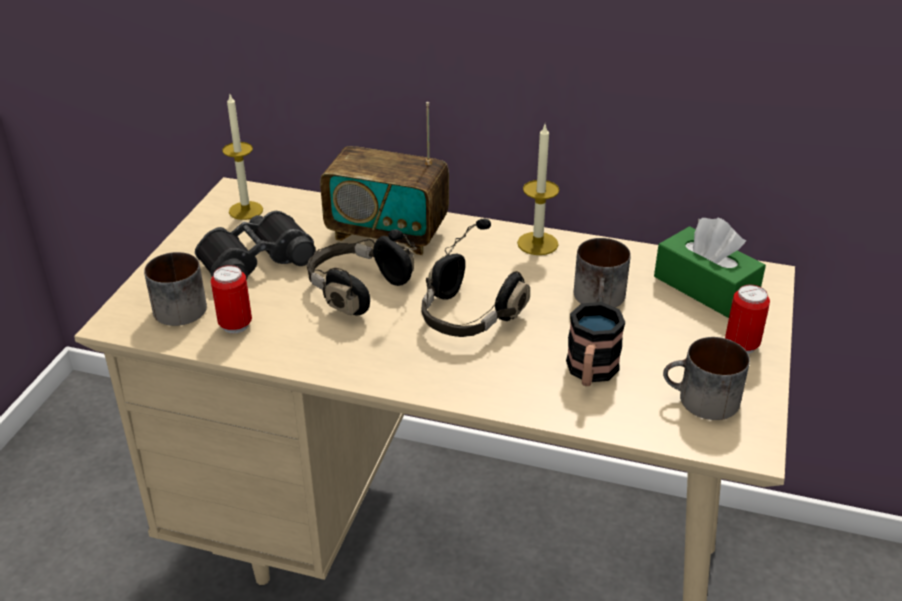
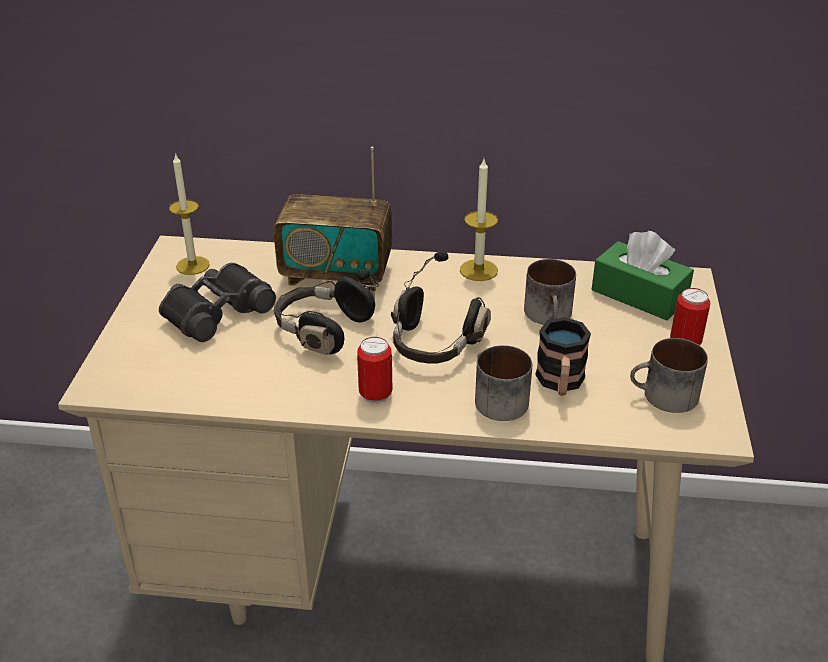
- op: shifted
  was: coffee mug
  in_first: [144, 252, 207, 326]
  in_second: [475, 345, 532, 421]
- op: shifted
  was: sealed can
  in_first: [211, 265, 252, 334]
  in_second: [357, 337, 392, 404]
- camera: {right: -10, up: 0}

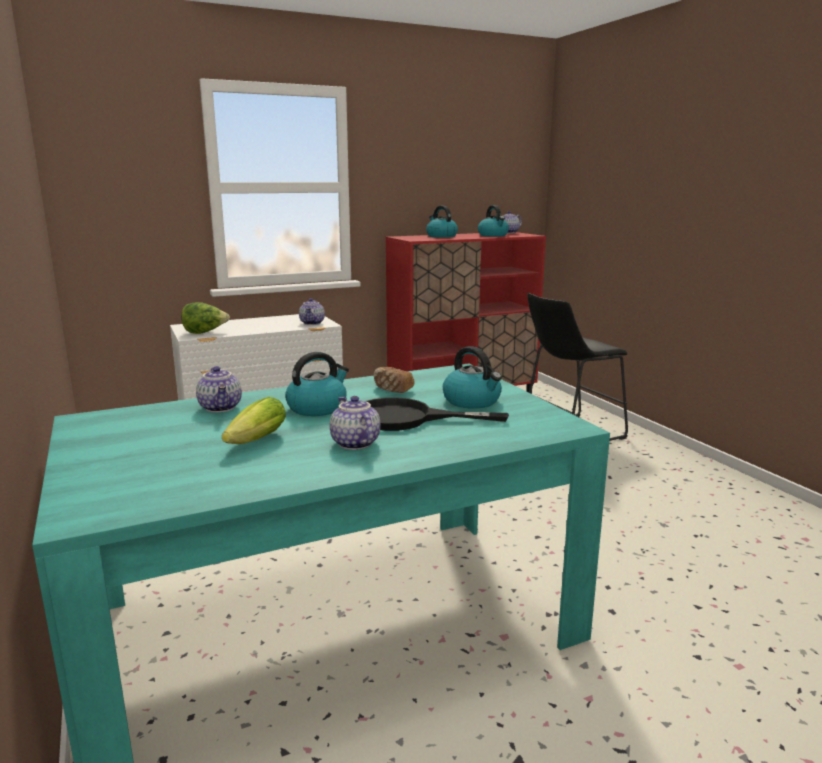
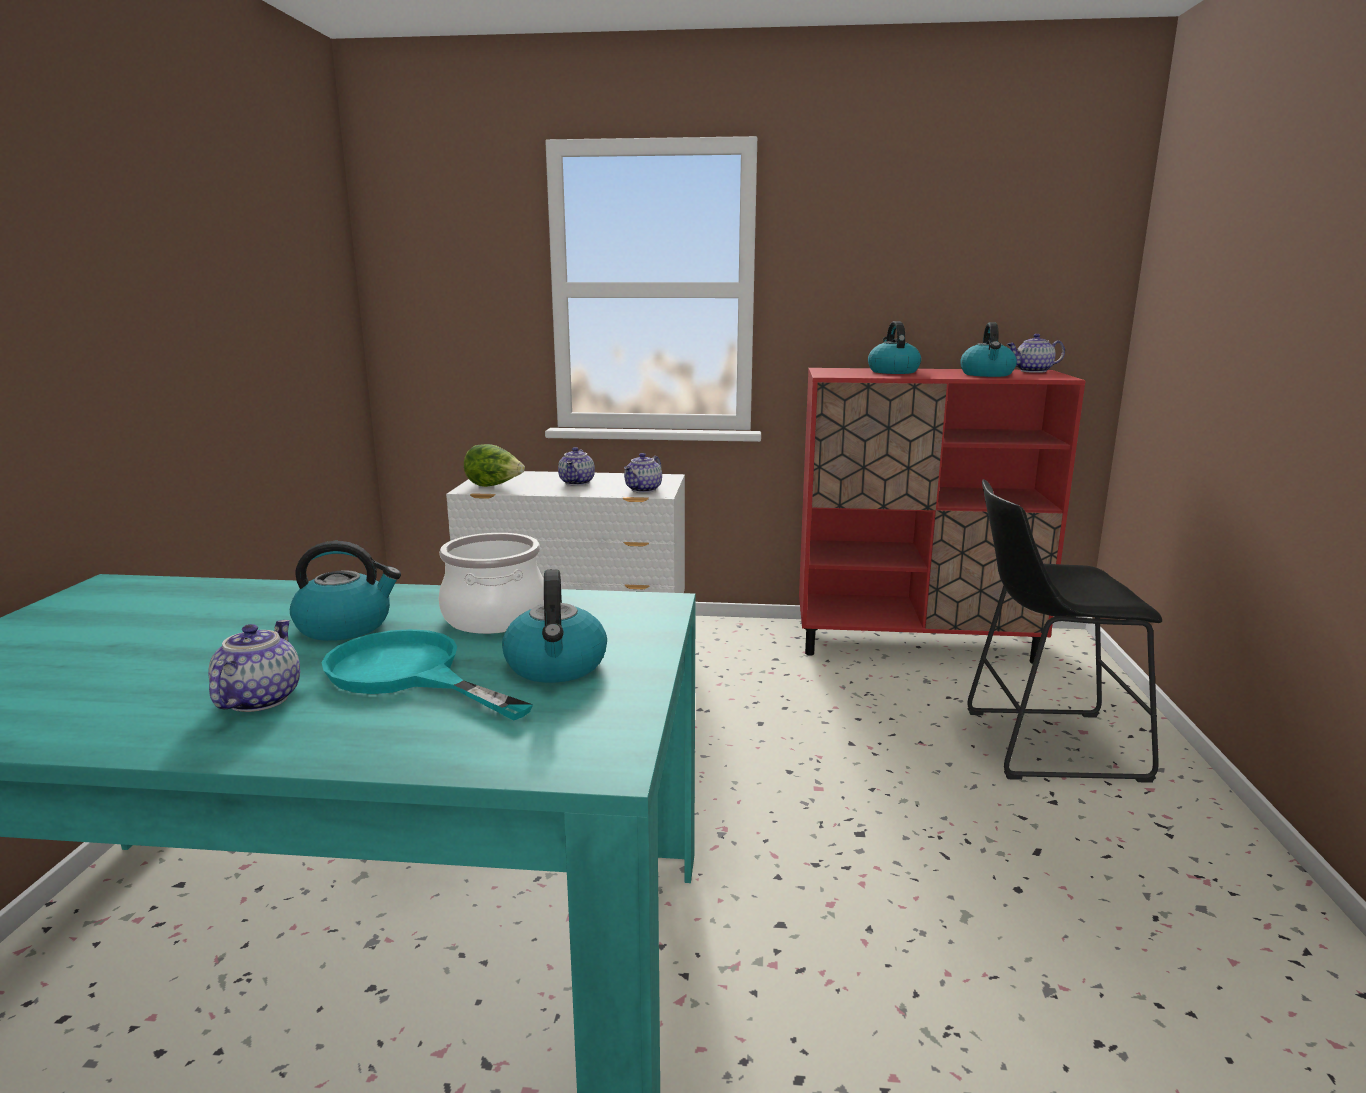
- op: shifted
  was: teapot
  in_first: [196, 366, 242, 413]
  in_second: [558, 447, 595, 486]
- op: gone
  was: head of lettuce
  in_first: [222, 397, 286, 444]
- op: repainted
  was: black frying pan
  now: blue-green frying pan
  in_first: [365, 397, 509, 431]
  in_second: [322, 629, 533, 721]
- op: swapped
  was: baked bread
  now: stockpot
  in_first: [374, 367, 415, 393]
  in_second: [439, 533, 544, 634]
- camera: {right: 30, up: 0}

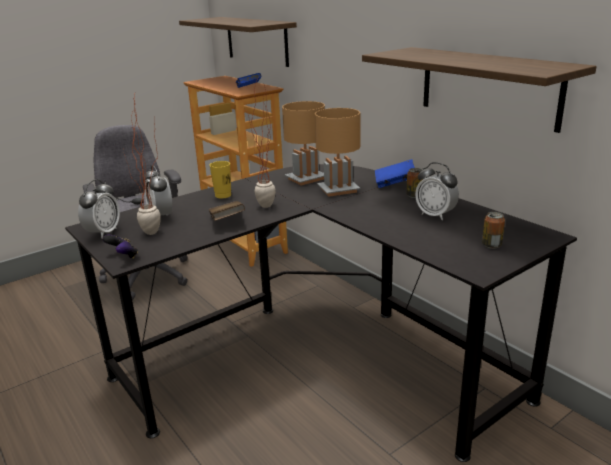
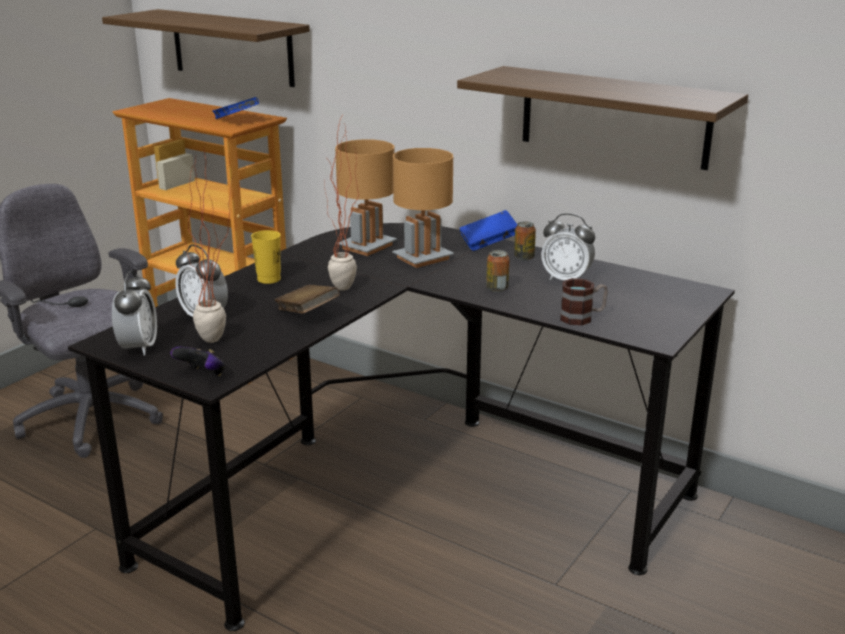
- op: shifted
  was: sealed can
  in_first: [482, 212, 505, 249]
  in_second: [486, 250, 510, 292]
- op: new
  now: coffee mug
  in_second: [560, 278, 608, 325]
- camera: {right: -20, up: 0}

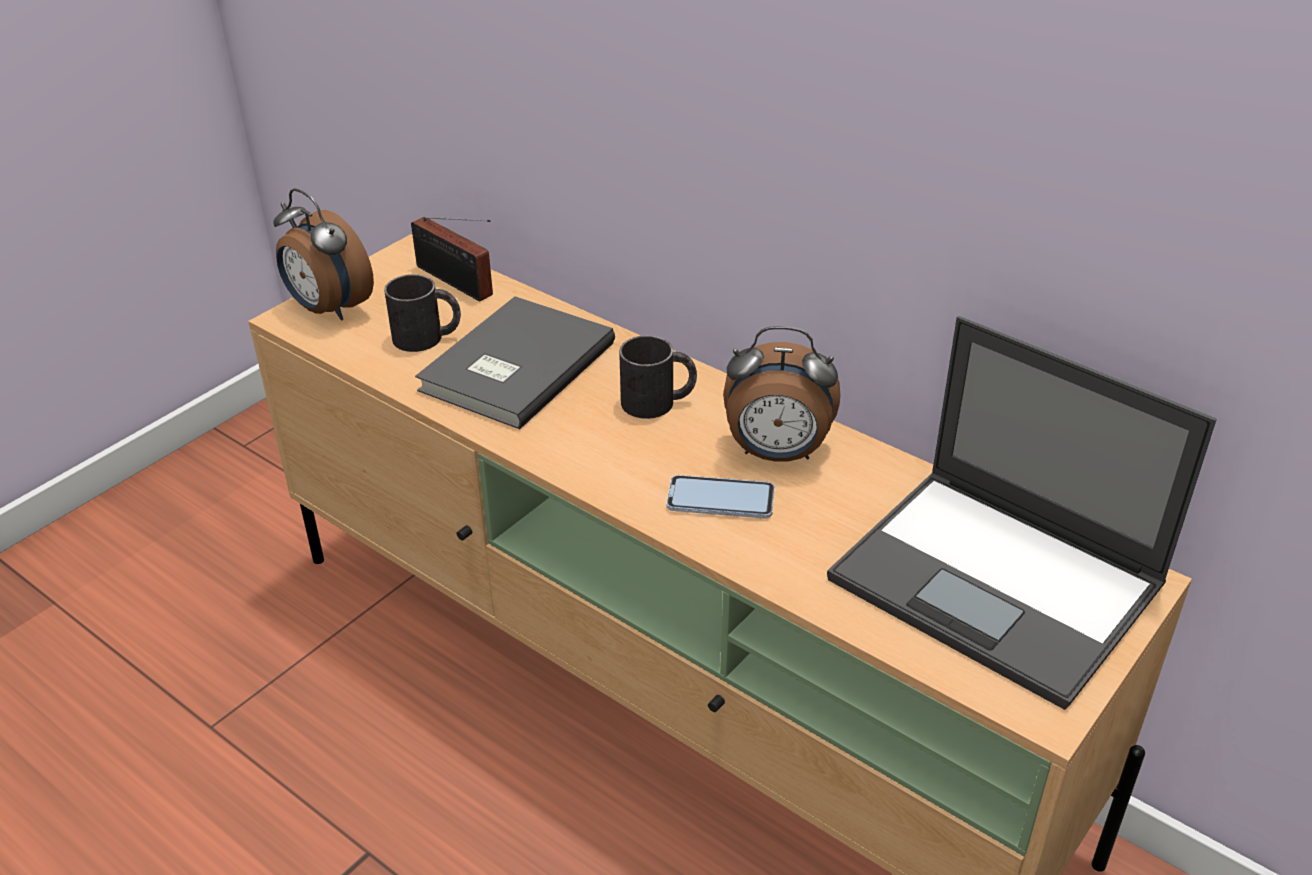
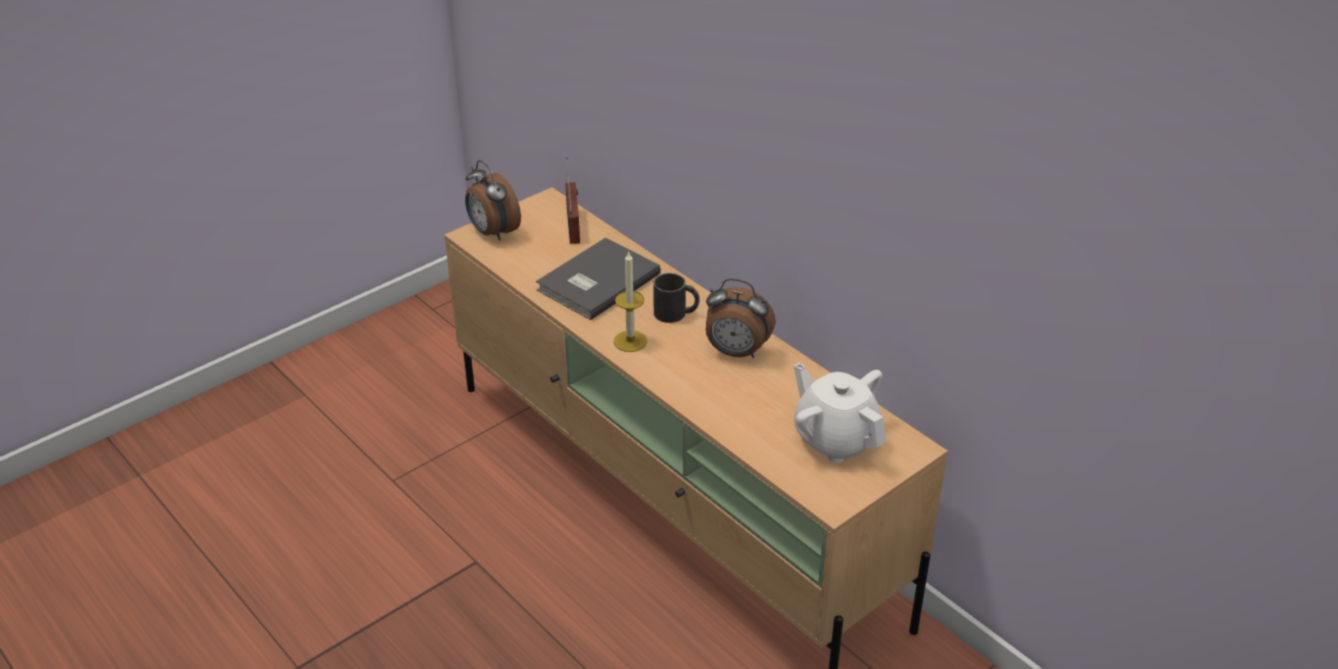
- op: gone
  was: black coffee mug
  in_first: [384, 274, 461, 352]
- op: rotated
  was: radio
  in_first: [411, 217, 493, 301]
  in_second: [565, 157, 580, 244]
  clockwise: -150
- op: gone
  was: handset
  in_first: [666, 475, 775, 518]
- op: swapped
  was: laptop
  now: white-coloured teapot
  in_first: [827, 316, 1217, 710]
  in_second: [794, 363, 886, 463]
- op: new
  now: wax light
  in_second: [614, 251, 648, 352]
- camera: {right: 10, up: 0}

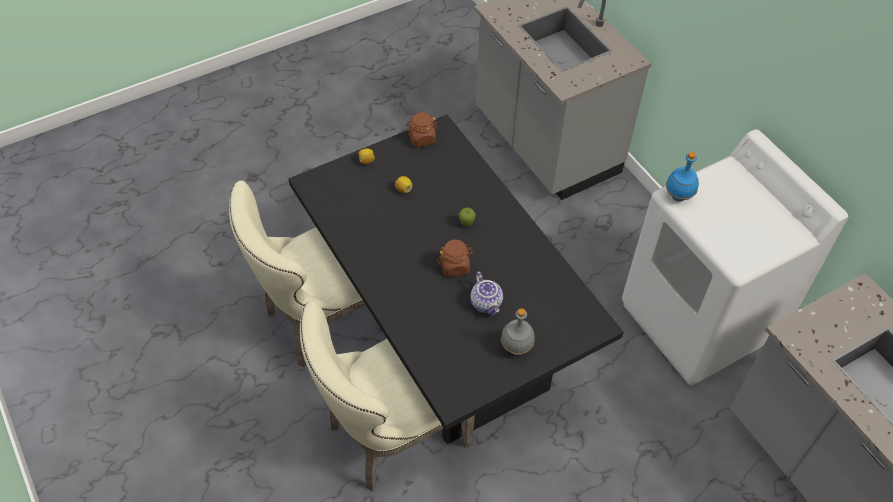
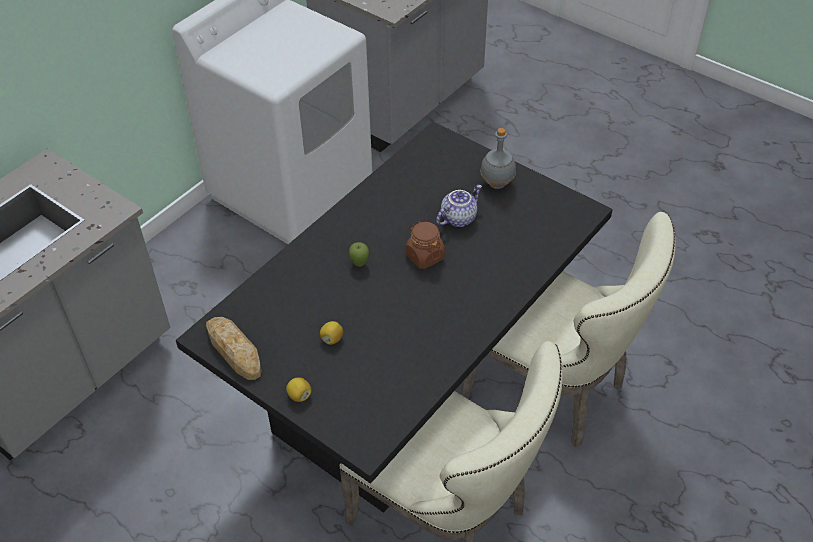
- op: swapped
  was: brown-coloured preserve jar
  now: baked bread
  in_first: [406, 112, 438, 147]
  in_second: [206, 317, 262, 380]
- op: gone
  was: blue beverage bottle
  in_first: [666, 152, 699, 202]
- camera: {right: -110, up: -5}

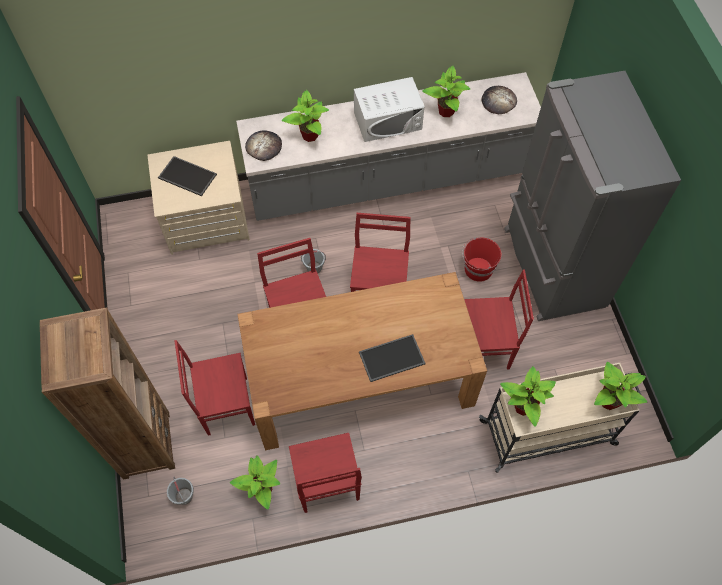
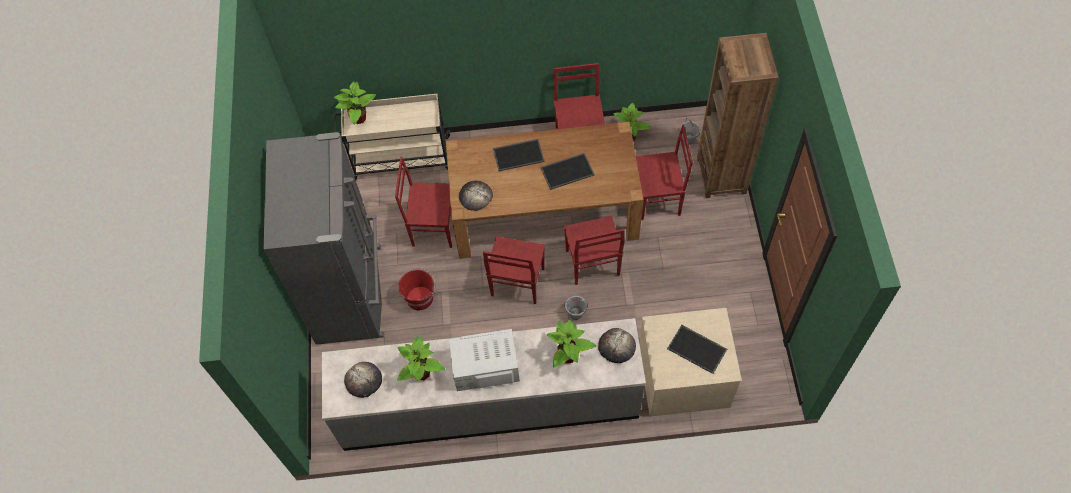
- op: gone
  was: plant in a pot
  in_first: [500, 366, 556, 427]
- op: new
  now: baked bread
  in_second: [459, 181, 493, 211]
- op: new
  now: carrying tray
  in_second: [540, 153, 595, 190]
- camera: {right: -170, up: 0}

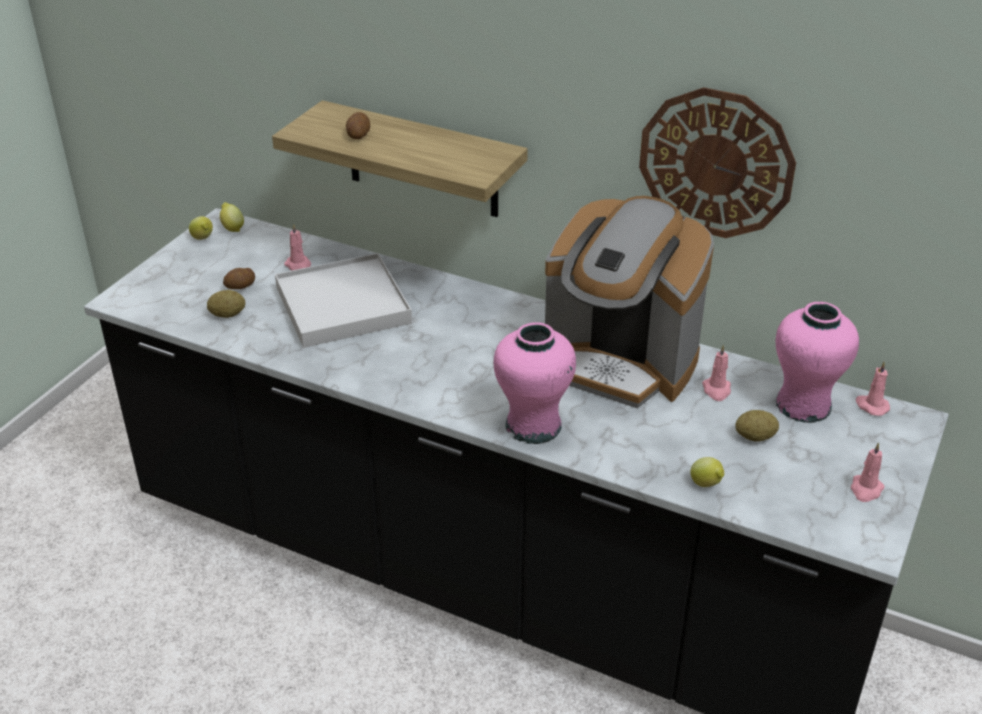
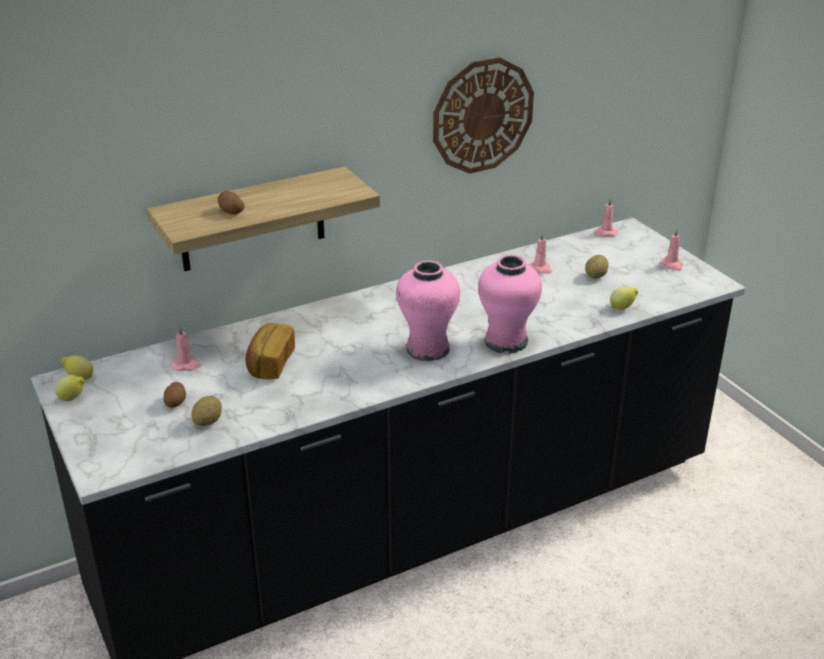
- op: swapped
  was: white-coloured carrying tray
  now: baked bread
  in_first: [275, 253, 412, 348]
  in_second: [246, 323, 295, 380]
- op: gone
  was: coffee brewer
  in_first: [545, 196, 714, 408]
- op: shifted
  was: pink vase
  in_first: [776, 302, 859, 423]
  in_second: [396, 261, 460, 361]
- camera: {right: -55, up: -5}

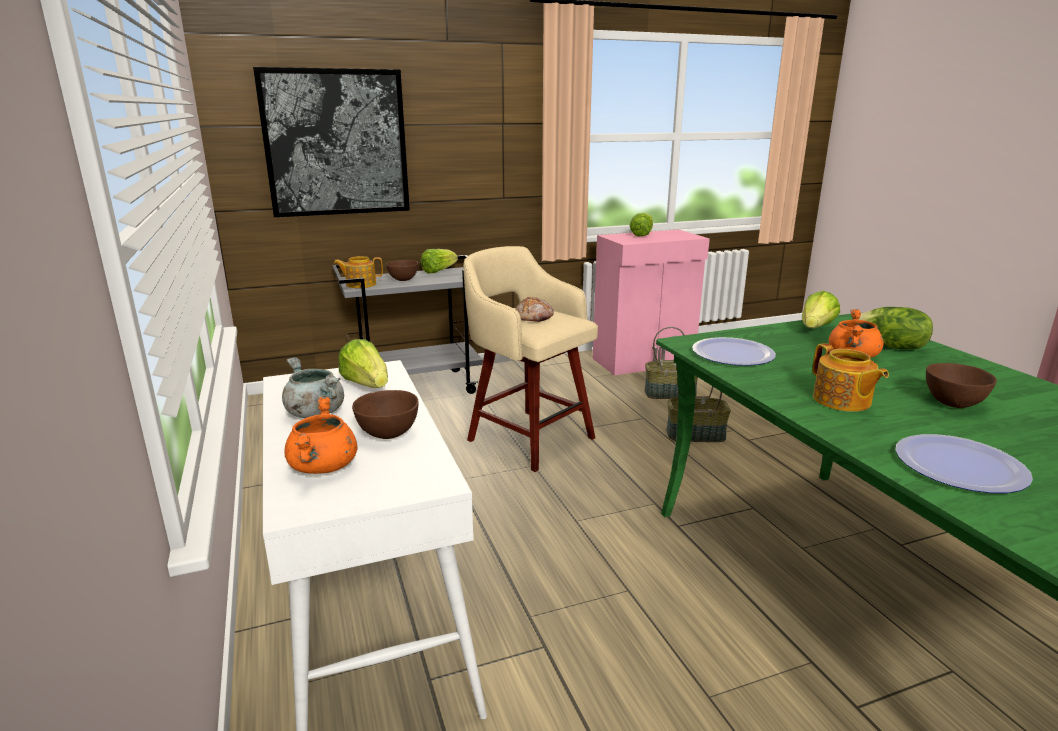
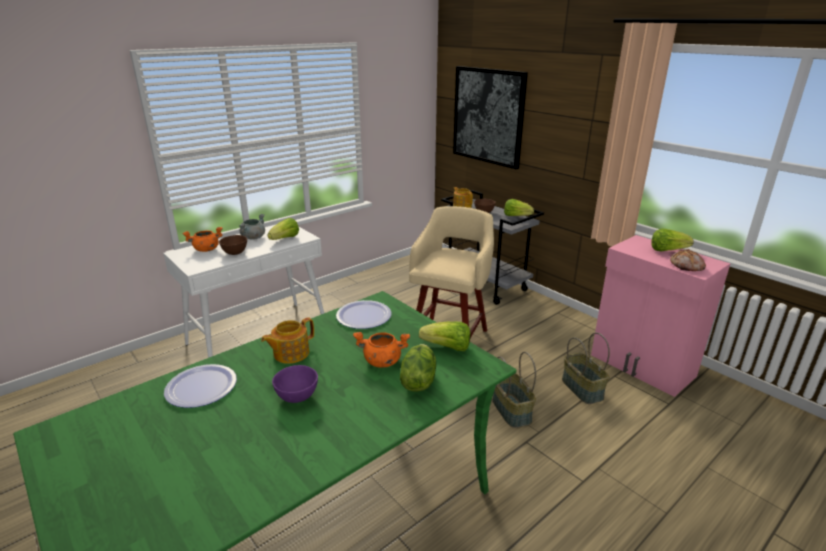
- op: shifted
  was: baked bread
  in_first: [515, 297, 554, 322]
  in_second: [670, 249, 706, 271]
- op: repainted
  was: brown-coloured deep dish
  now: purple deep dish
  in_first: [926, 363, 997, 408]
  in_second: [272, 365, 318, 403]
- camera: {right: 70, up: 5}

